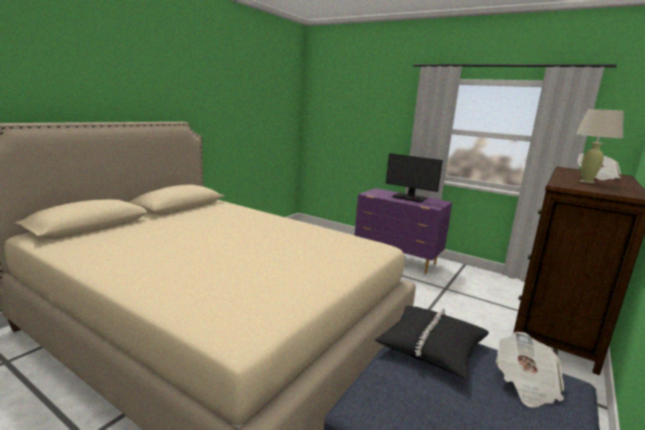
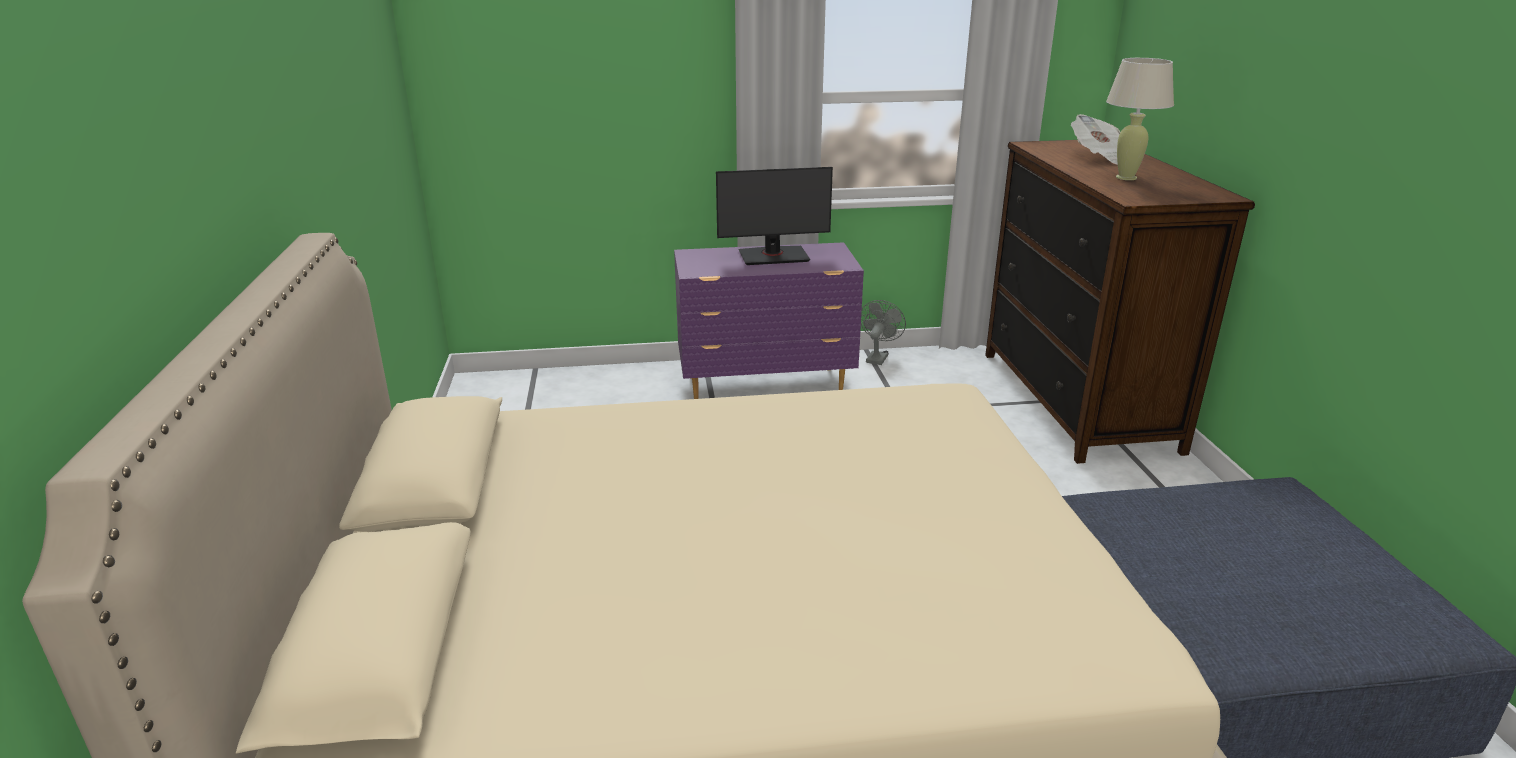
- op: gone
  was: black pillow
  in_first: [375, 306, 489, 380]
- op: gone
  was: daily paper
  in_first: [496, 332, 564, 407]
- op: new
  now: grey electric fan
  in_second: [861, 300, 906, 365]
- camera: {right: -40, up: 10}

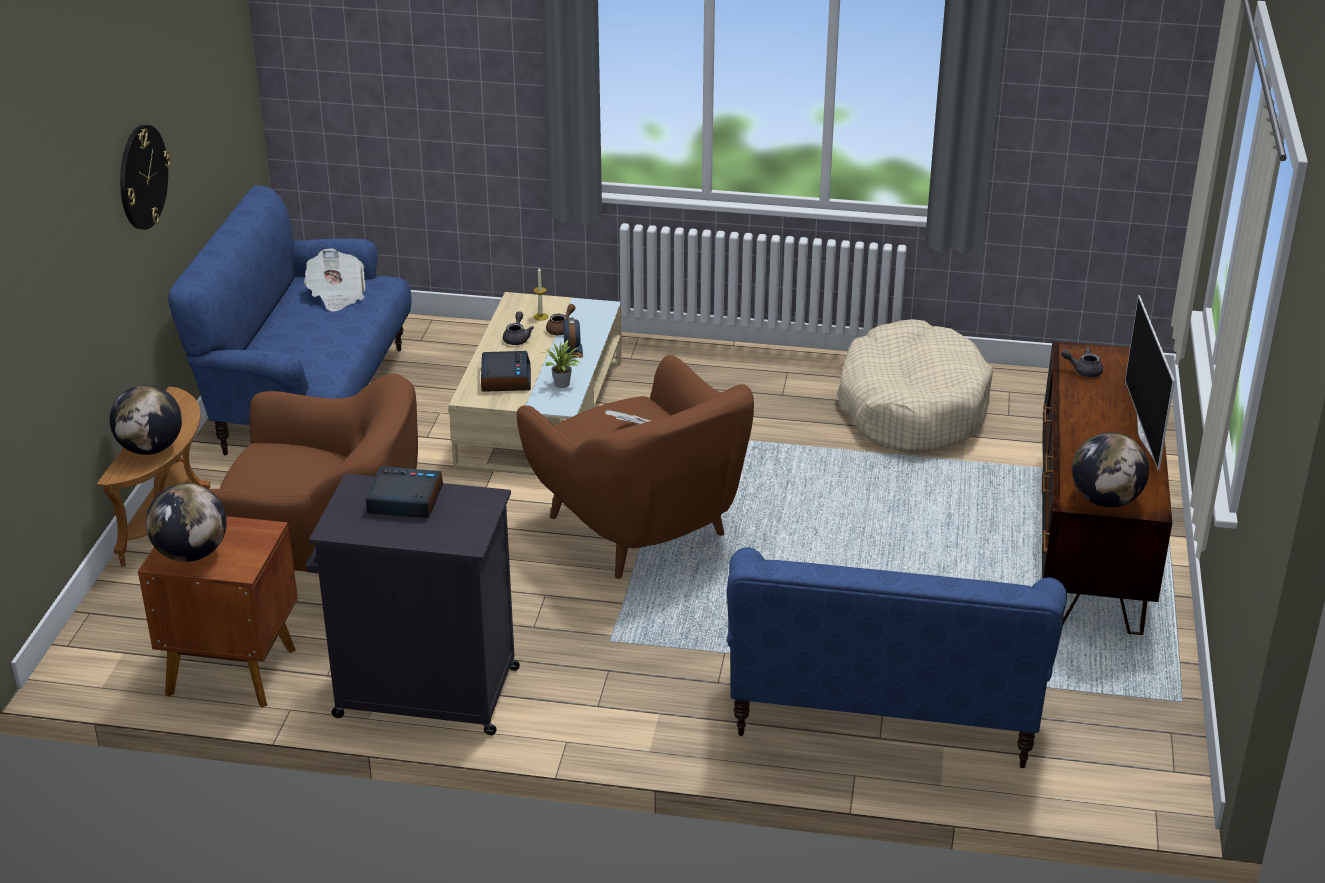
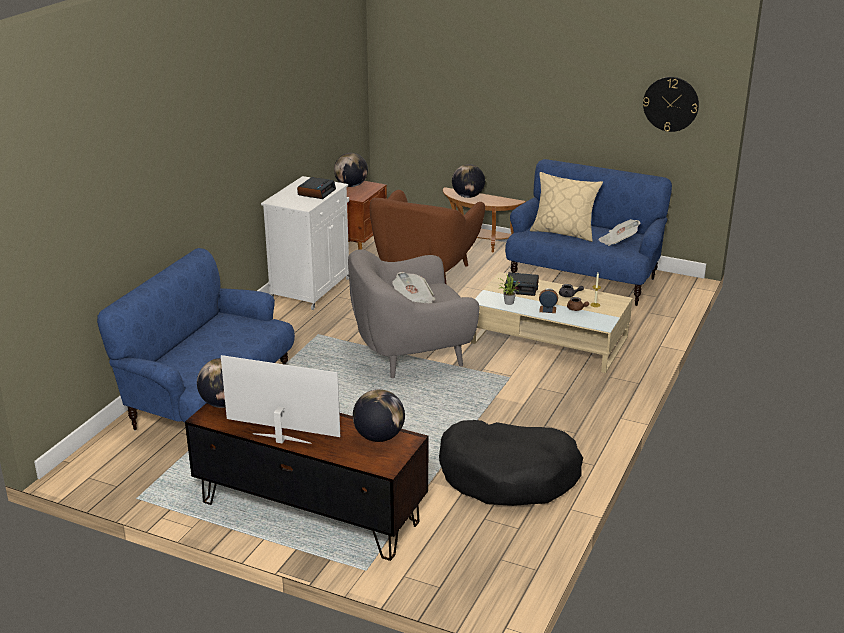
- op: shifted
  was: wall clock
  in_first: [120, 125, 171, 230]
  in_second: [643, 77, 699, 132]
- op: repainted
  was: black cabinet
  now: white-coloured cabinet
  in_first: [306, 474, 520, 735]
  in_second: [261, 176, 349, 310]
- op: repainted
  was: brown-coloured easy chair
  now: grey easy chair
  in_first: [517, 355, 754, 579]
  in_second: [348, 249, 479, 378]
- op: repainted
  was: beige dog cushion
  now: black dog cushion
  in_first: [837, 319, 993, 454]
  in_second: [439, 420, 583, 506]
- op: swapped
  was: grey teapot
  now: globe
  in_first: [1061, 348, 1103, 377]
  in_second: [353, 389, 405, 442]
- op: new
  now: beige pillow
  in_second: [530, 172, 603, 242]
- camera: {right: 105, up: -5}

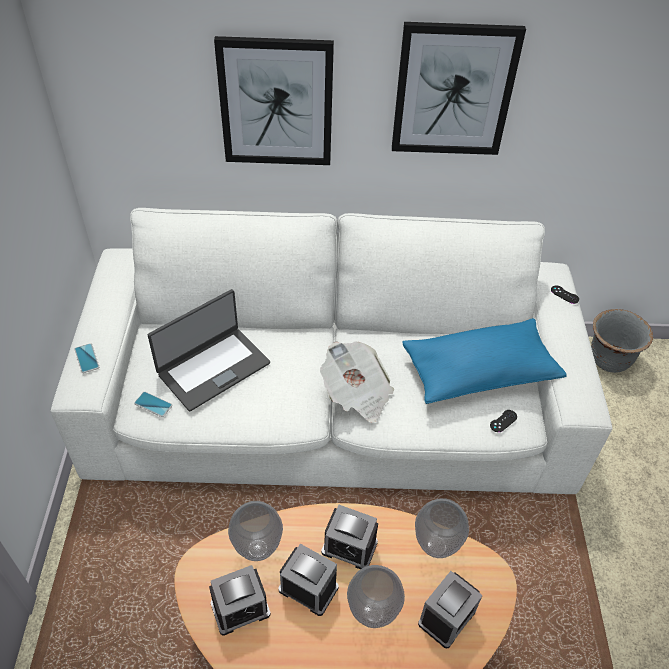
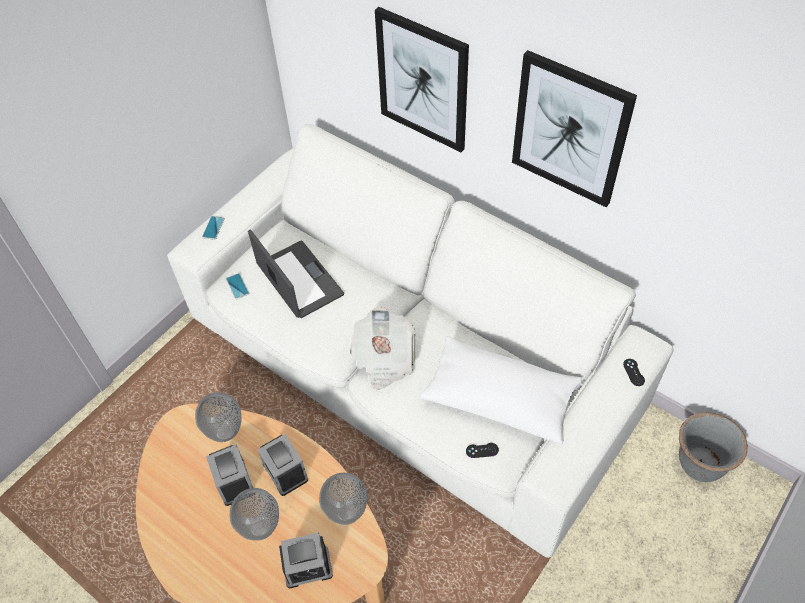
- op: rotated
  was: laptop
  in_first: [148, 289, 270, 412]
  in_second: [248, 229, 344, 318]
  clockwise: -120
- op: gone
  was: alarm clock
  in_first: [209, 565, 271, 636]
- op: repainted
  was: blue pillow
  now: white-coloured pillow
  in_first: [402, 318, 567, 404]
  in_second: [420, 336, 582, 445]
- camera: {right: 40, up: 5}

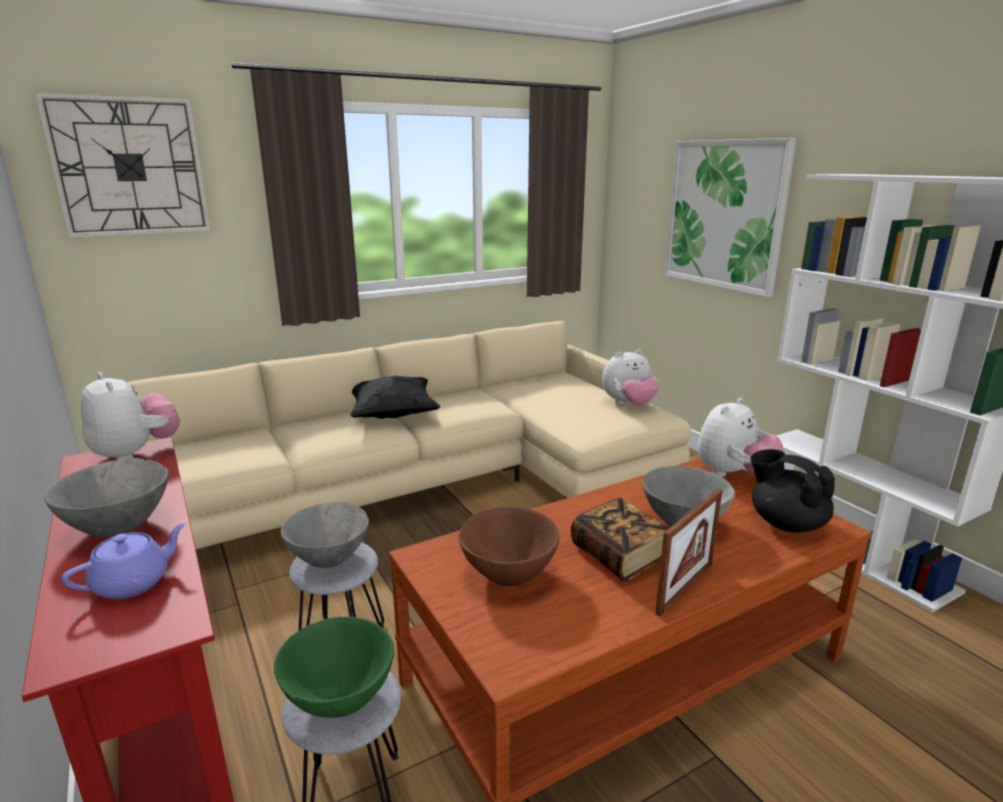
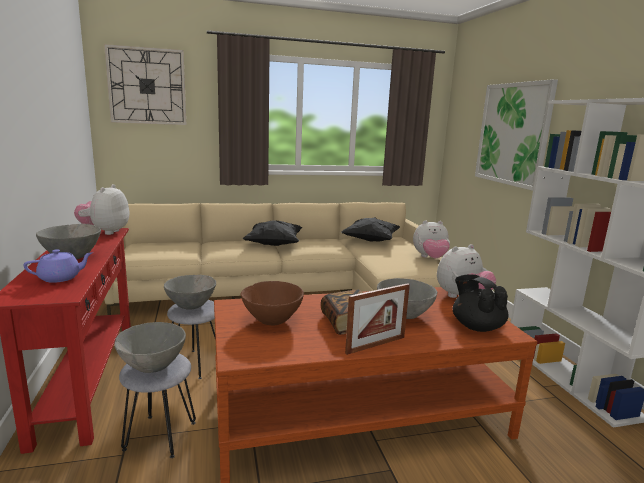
- op: rotated
  was: plush toy
  in_first: [81, 372, 180, 460]
  in_second: [74, 184, 130, 235]
  clockwise: -150
- op: repainted
  was: green deep dish
  now: grey deep dish
  in_first: [274, 617, 394, 718]
  in_second: [114, 322, 186, 373]
- op: new
  now: black pillow
  in_second: [341, 217, 400, 242]
- camera: {right: 15, up: -5}

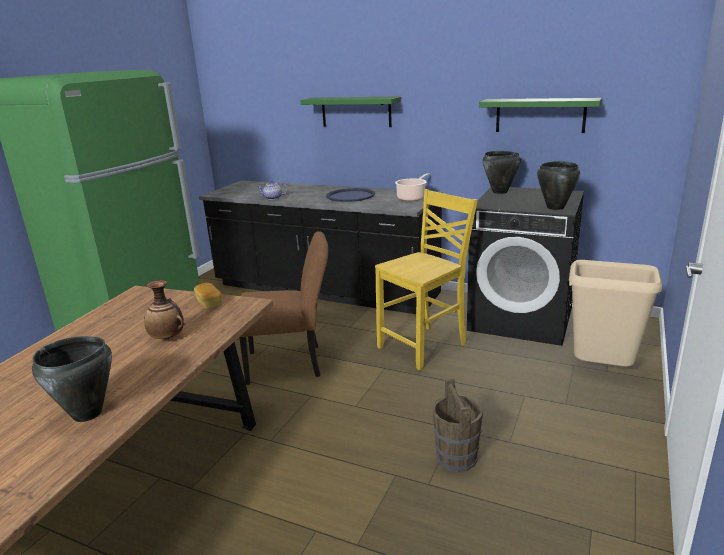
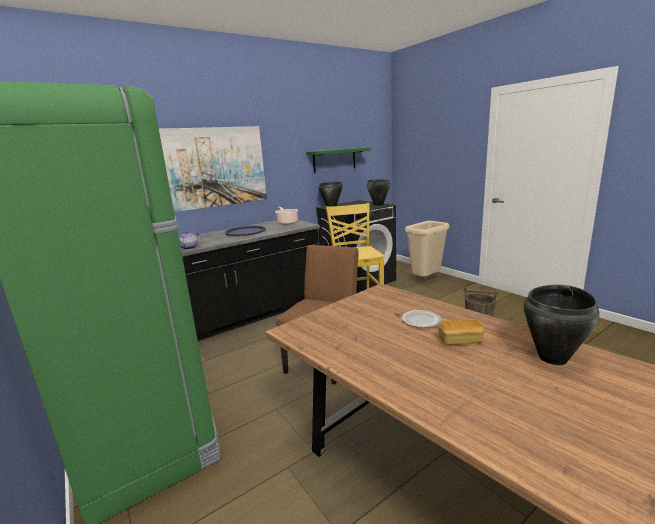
- op: swapped
  was: vase
  now: plate
  in_first: [144, 280, 184, 340]
  in_second: [402, 310, 442, 328]
- op: shifted
  was: baked bread
  in_first: [194, 283, 222, 310]
  in_second: [438, 319, 484, 345]
- op: swapped
  was: green bracket shelf
  now: picture
  in_first: [300, 96, 401, 127]
  in_second: [159, 126, 267, 212]
- camera: {right: -60, up: -5}

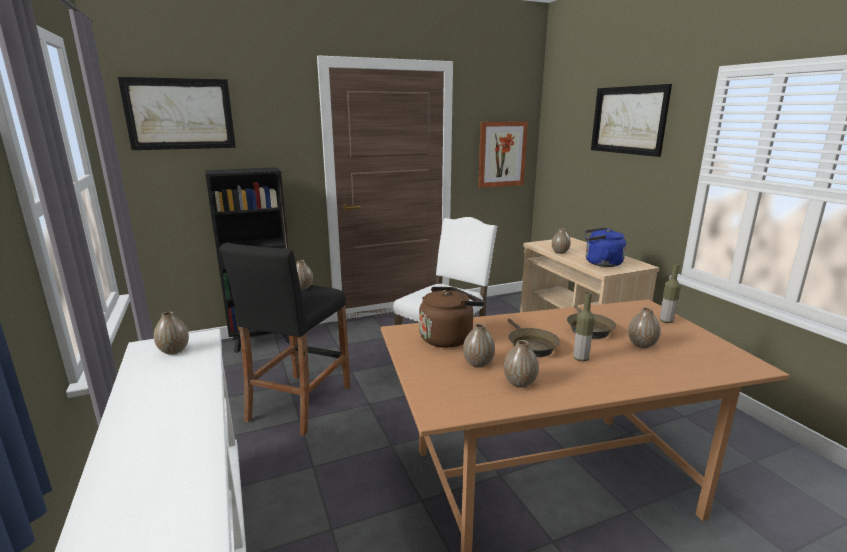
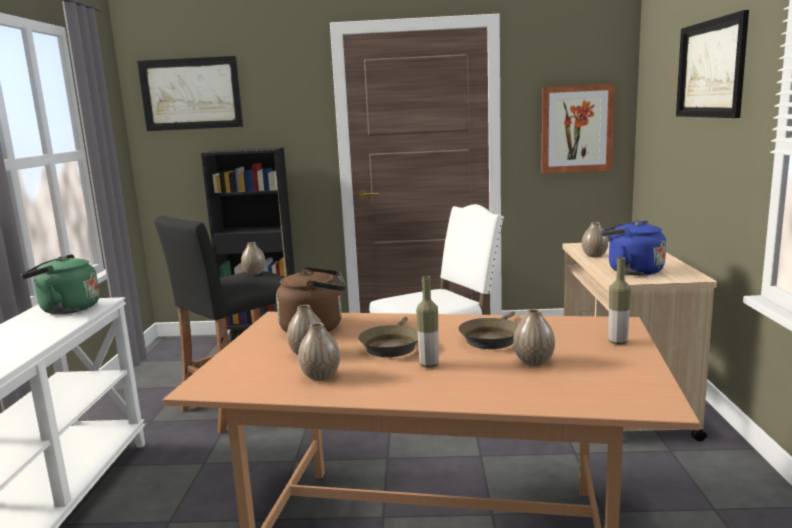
- op: swapped
  was: vase
  now: green water kettle
  in_first: [154, 312, 189, 355]
  in_second: [20, 254, 100, 314]
- camera: {right: 25, up: -5}

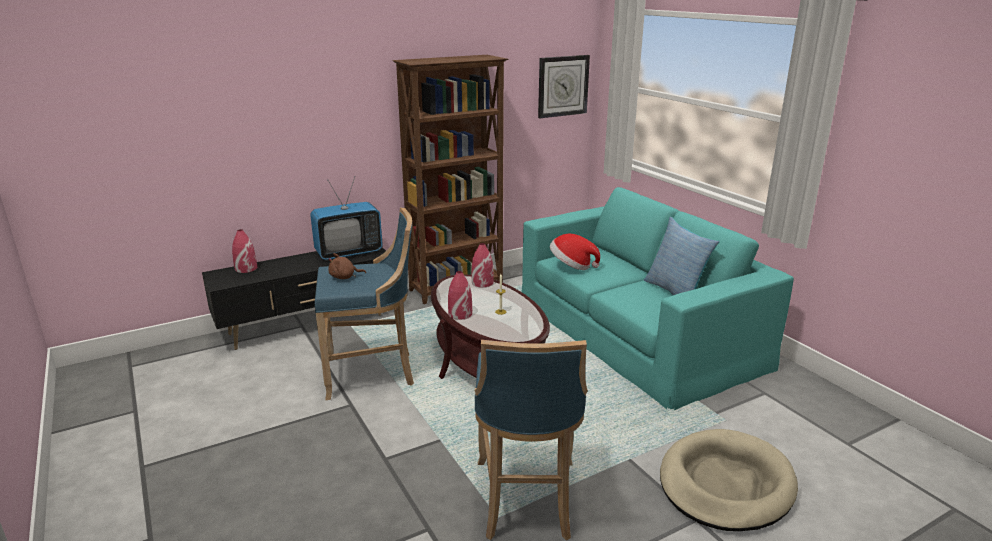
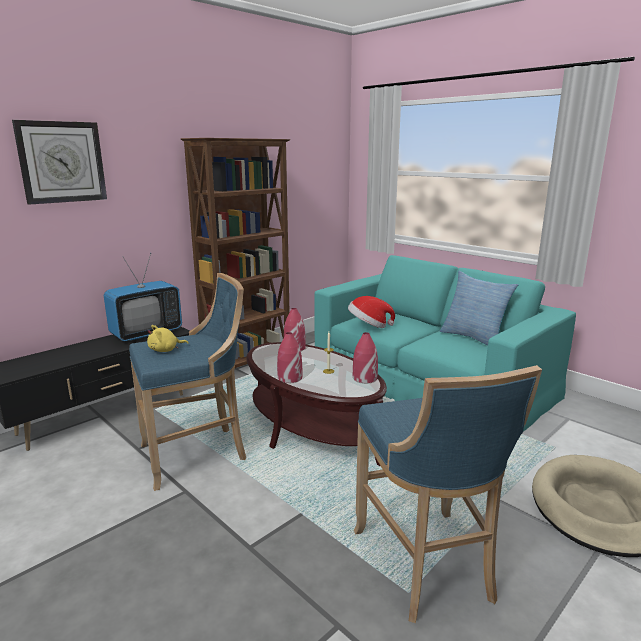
- op: shifted
  was: red-coloured vase
  in_first: [232, 229, 257, 273]
  in_second: [353, 332, 378, 383]
- op: repainted
  was: brown-coloured plush toy
  now: yellow plush toy
  in_first: [328, 253, 366, 279]
  in_second: [147, 325, 189, 352]
- op: shifted
  was: wall clock
  in_first: [538, 55, 590, 118]
  in_second: [12, 120, 107, 205]
- camera: {right: -15, up: -5}

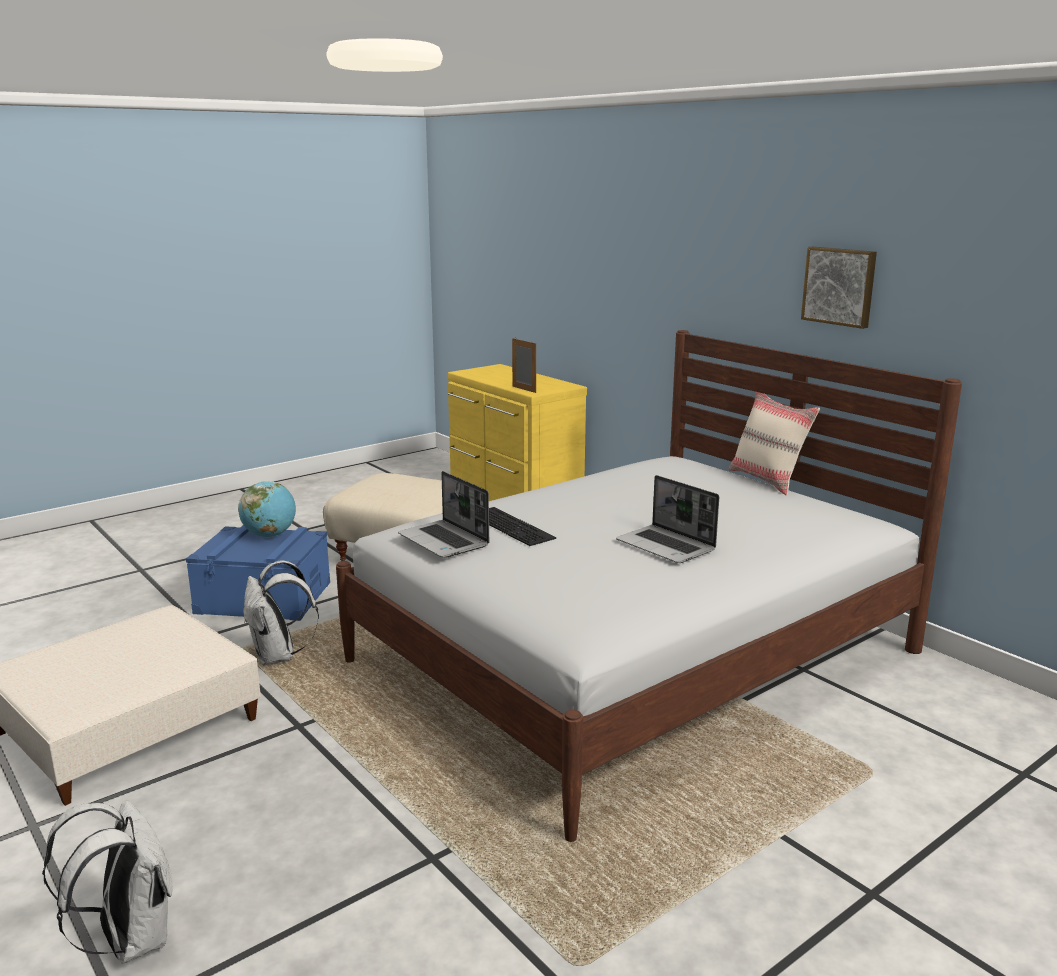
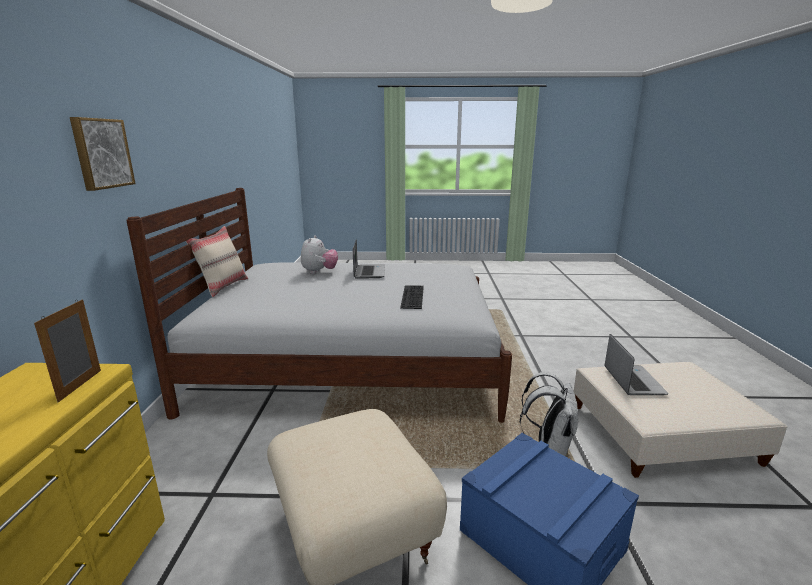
- op: gone
  was: white-coloured rucksack
  in_first: [42, 801, 173, 964]
- op: gone
  was: globe
  in_first: [238, 481, 296, 537]
- op: shifted
  was: laptop
  in_first: [398, 471, 489, 558]
  in_second: [604, 334, 668, 395]
- op: shifted
  was: picture
  in_first: [801, 246, 877, 329]
  in_second: [70, 117, 135, 191]
- op: new
  now: plush toy
  in_second: [301, 235, 338, 274]
- camera: {right: -140, up: 0}

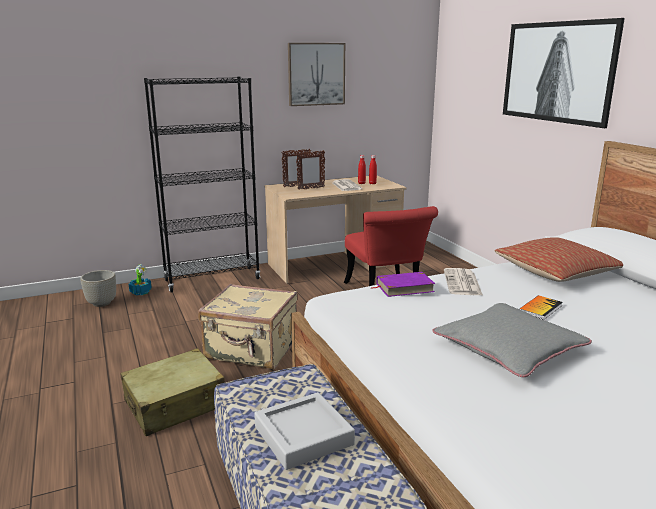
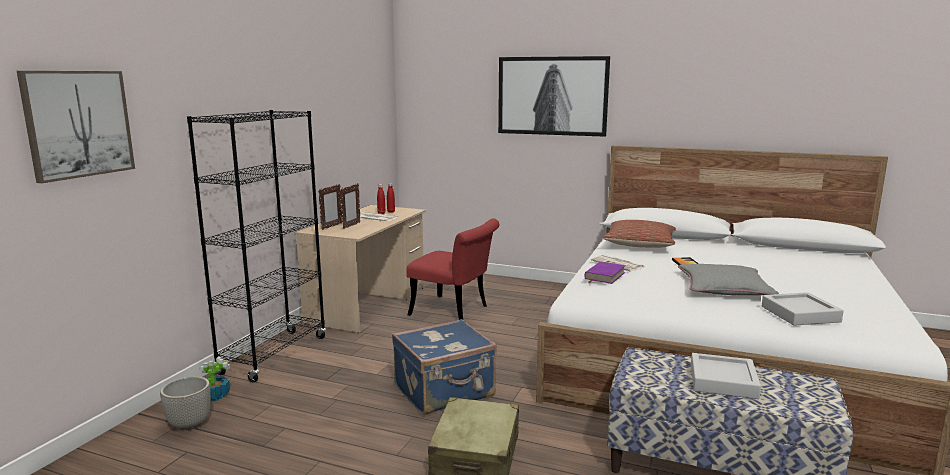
- op: repainted
  was: beige suitcase
  now: blue suitcase
  in_first: [198, 284, 297, 369]
  in_second: [392, 319, 497, 415]
- op: shifted
  was: picture
  in_first: [288, 43, 345, 106]
  in_second: [17, 71, 135, 183]
- op: new
  now: grey carrying tray
  in_second: [762, 292, 844, 326]
- camera: {right: -45, up: -5}

